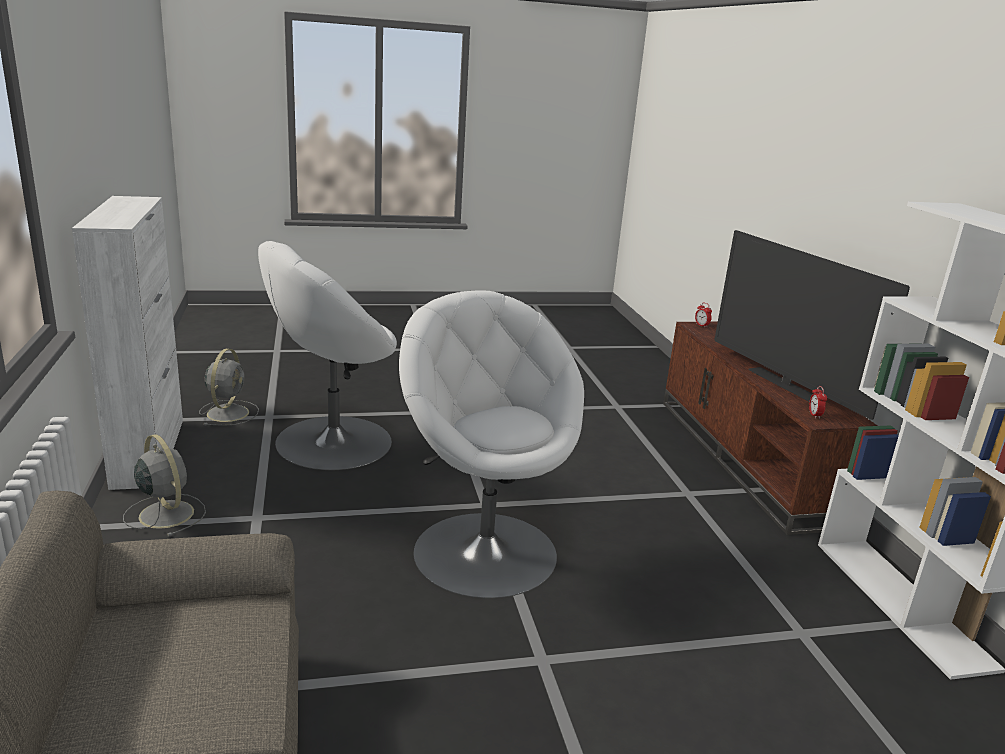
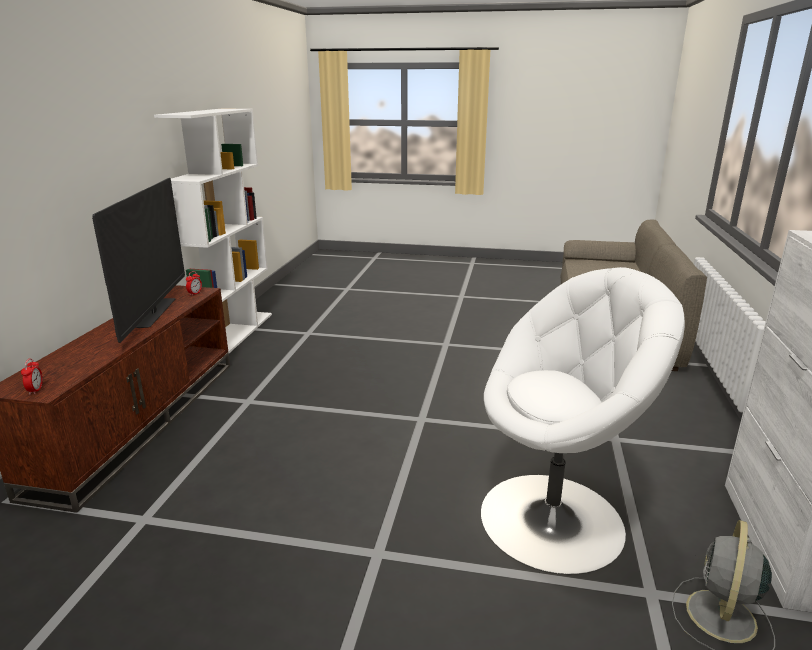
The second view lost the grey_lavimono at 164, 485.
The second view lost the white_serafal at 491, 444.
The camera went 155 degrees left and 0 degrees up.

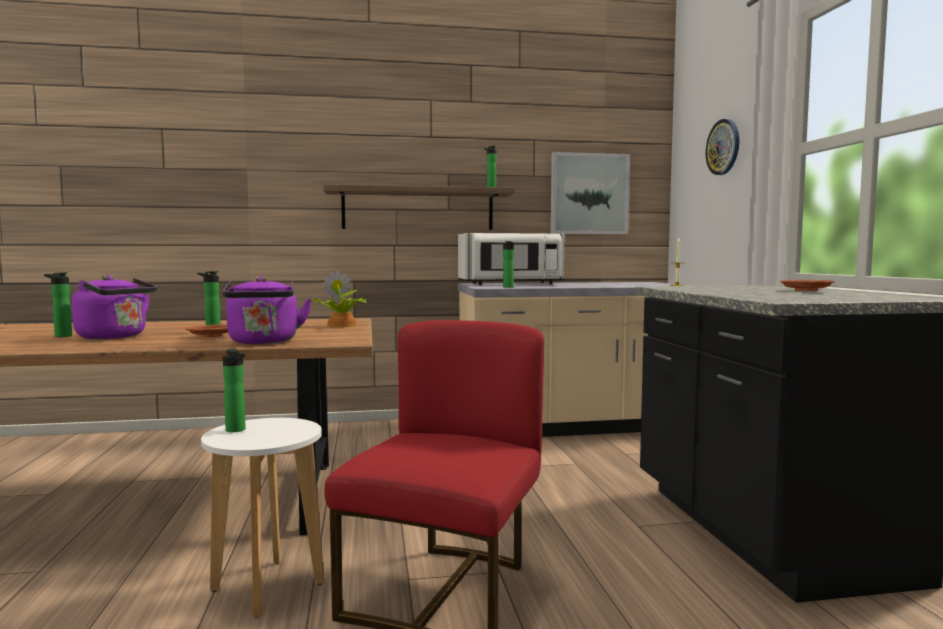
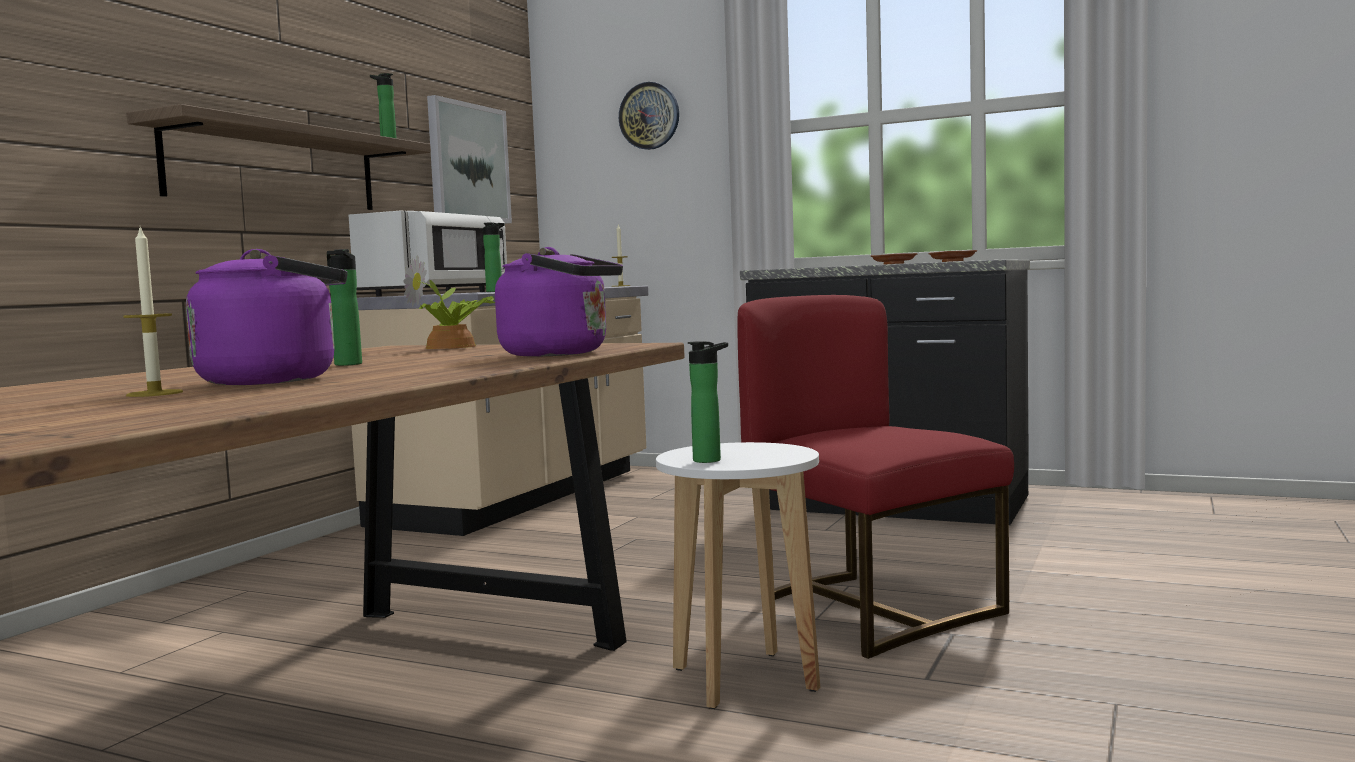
Where the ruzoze stood at 58, 304, the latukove came to stand at 153, 311.
The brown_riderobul ended up elsewhere, having gone from 207, 330 to 953, 256.
The camera went 55 degrees left and 0 degrees up.

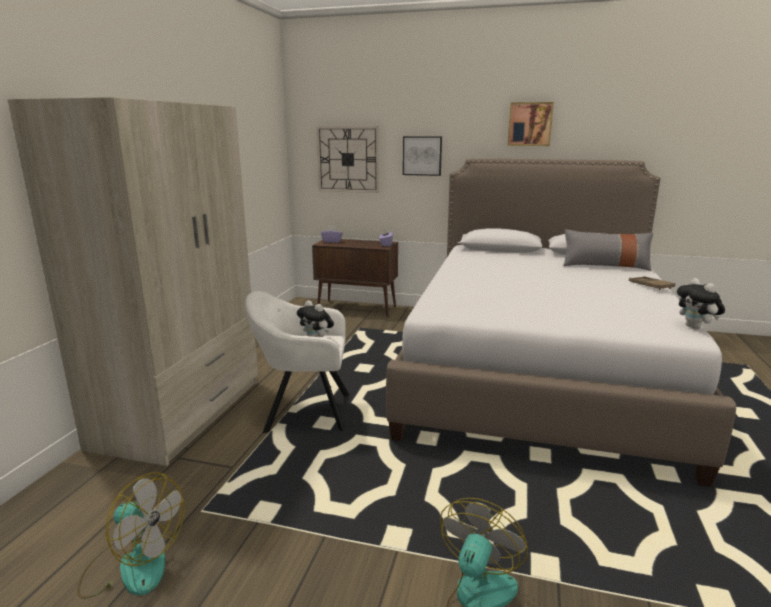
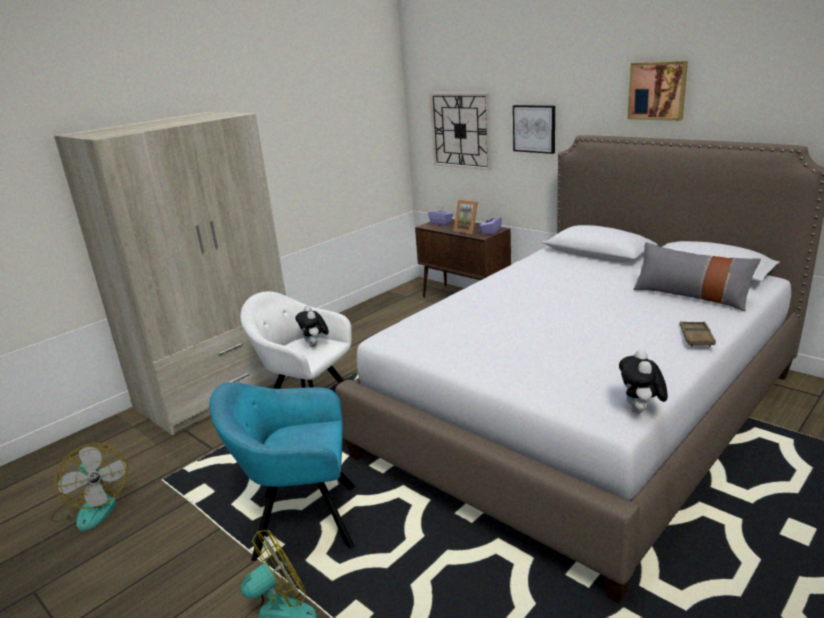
The second view gained the turquoise_serafal at 282, 471.
The second view gained the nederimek at 466, 217.
The camera went 30 degrees right and 5 degrees up.

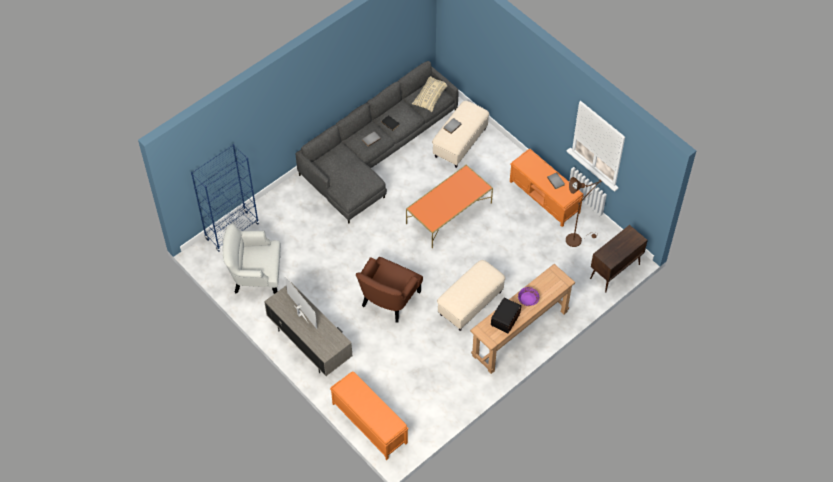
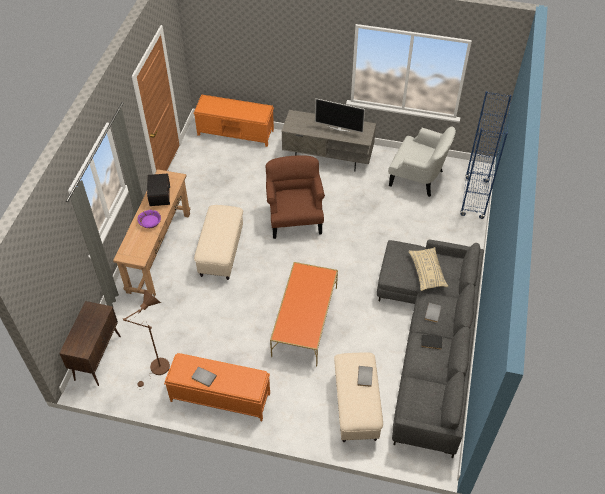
The white_serafal at 252, 259 ended up facing another way, 60 degrees clockwise from before.
The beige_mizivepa ended up elsewhere, having gone from 429, 94 to 428, 269.
The camera went 145 degrees right and 5 degrees down.

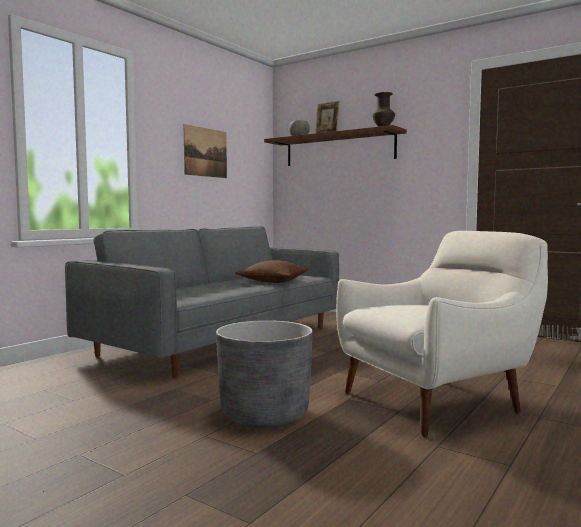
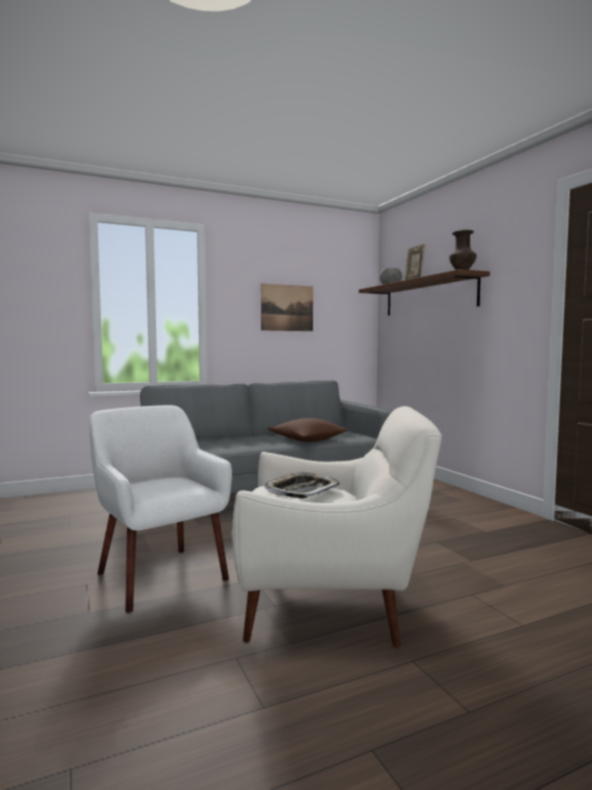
Where the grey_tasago stood at 264, 374, the white_serafal came to stand at 161, 509.
The second view gained the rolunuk at 302, 485.
The camera went 30 degrees right and 0 degrees up.

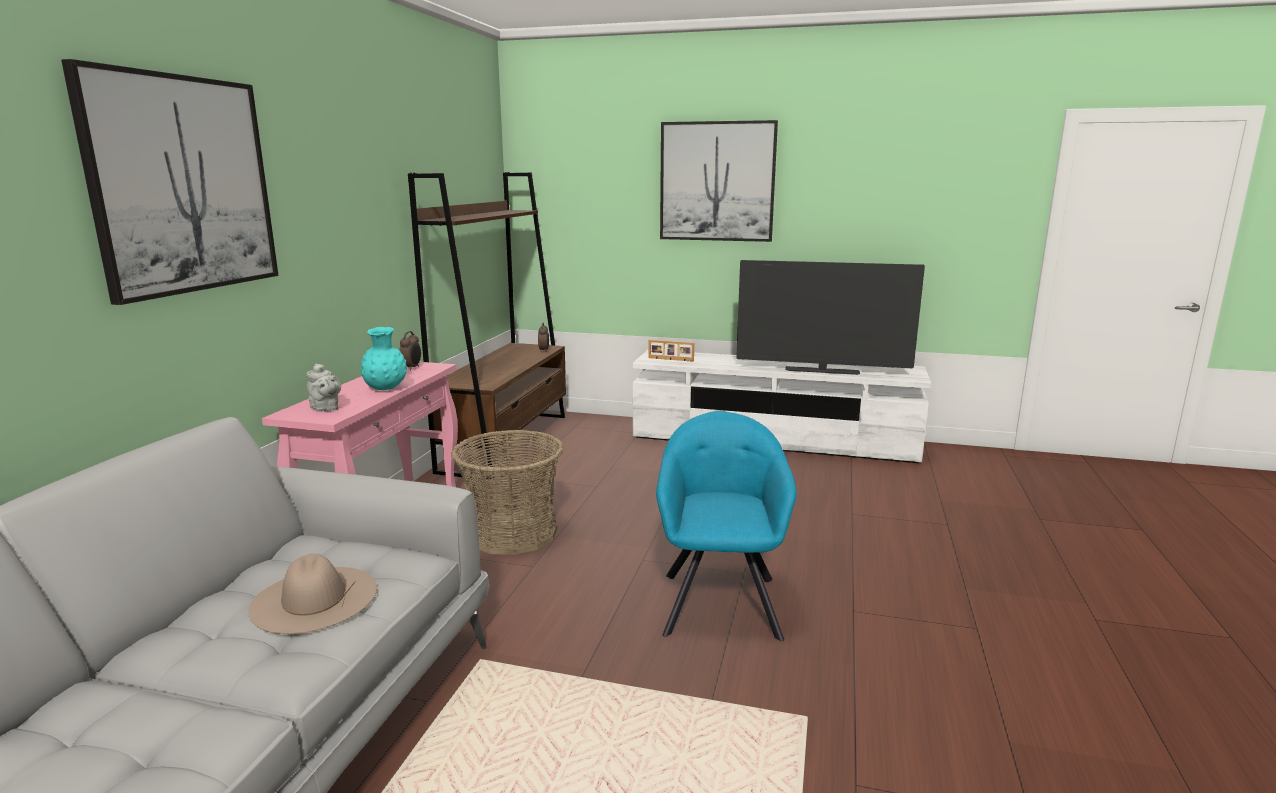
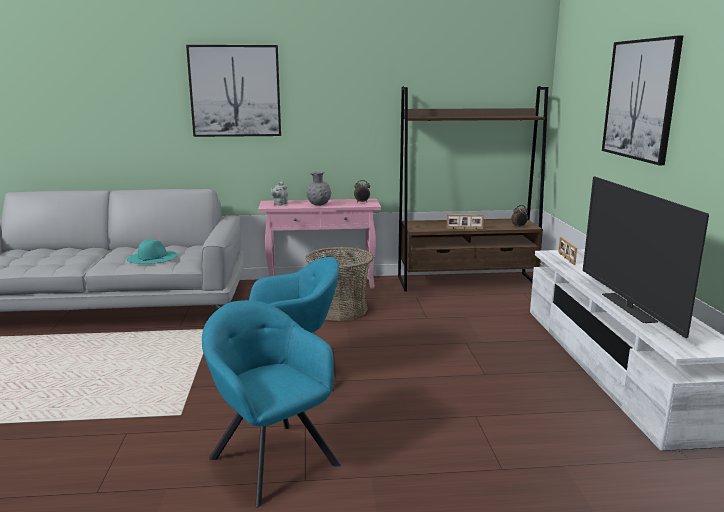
What was the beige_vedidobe at 312, 594 turned into the turquoise_vedidobe at 152, 251.
What was the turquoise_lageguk at 384, 358 turned into the grey_lageguk at 318, 188.
The second view gained the turquoise_serafal at 271, 403.
The second view gained the nederimek at 465, 221.
The camera went 70 degrees right and 0 degrees up.

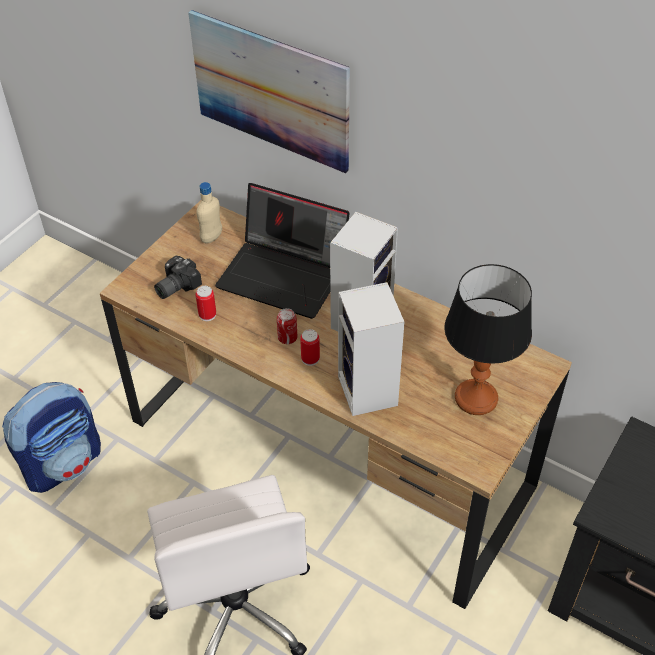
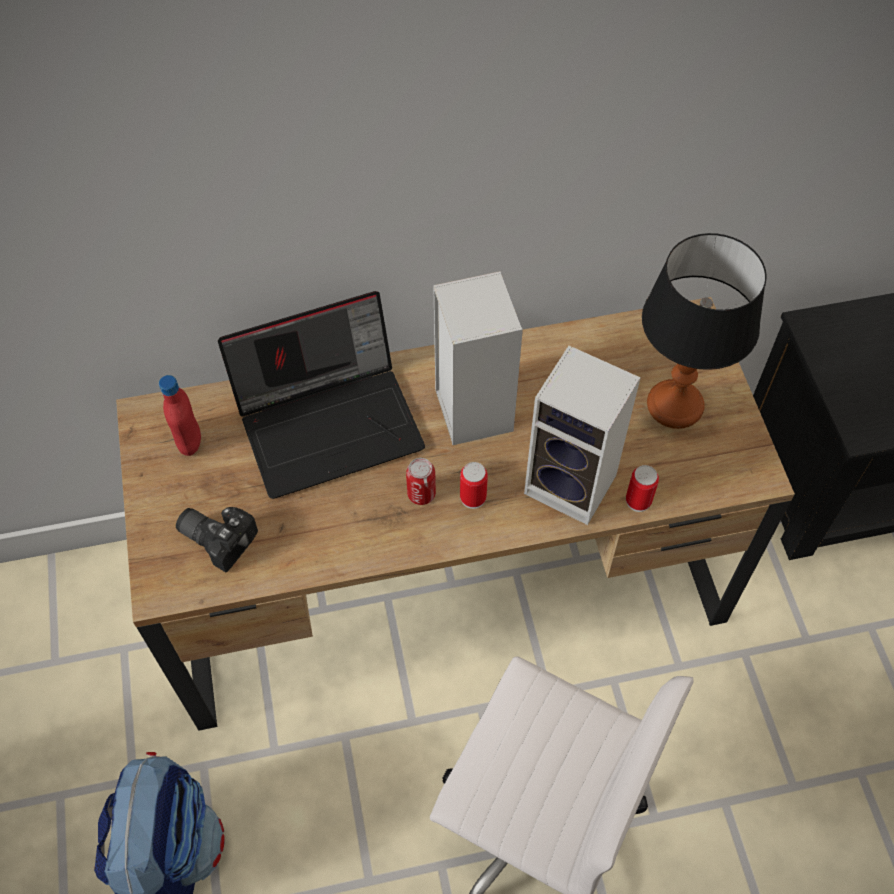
The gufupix at 178, 277 ended up facing another way, 120 degrees clockwise from before.
The second view lost the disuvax at 269, 91.
What was the beige_ruzoze at 209, 213 turned into the red_ruzoze at 180, 415.
The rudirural ended up elsewhere, having gone from 206, 303 to 642, 488.
The camera went 45 degrees left and 10 degrees up.

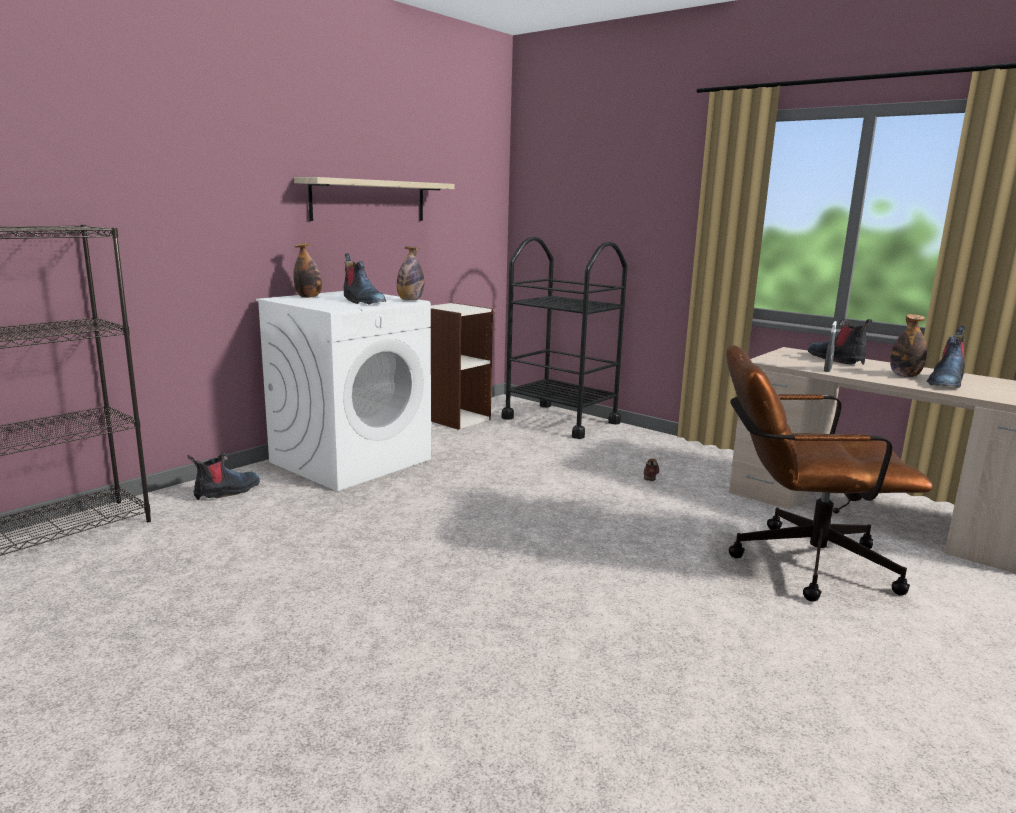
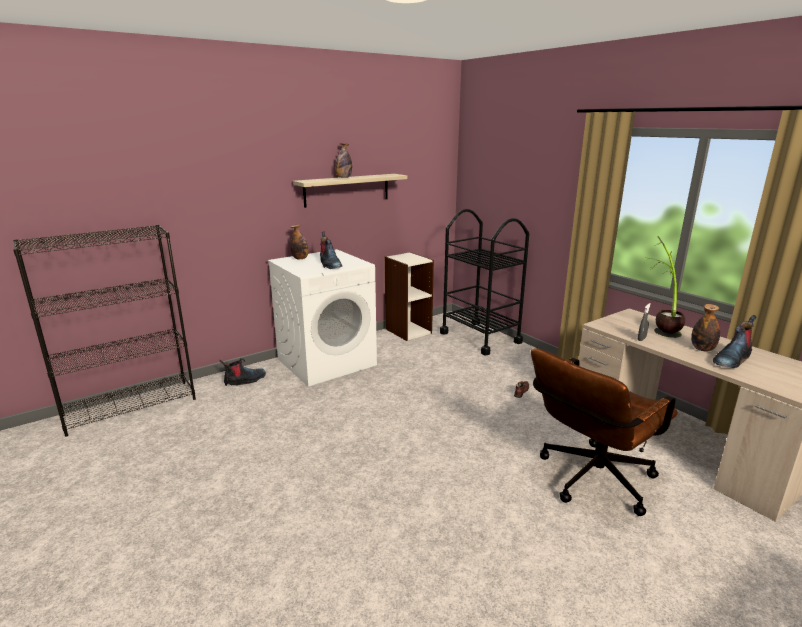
The ruzoze ended up elsewhere, having gone from 410, 274 to 343, 160.
The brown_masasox at 829, 473 ended up facing another way, 60 degrees counterclockwise from before.
Where the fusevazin stood at 840, 342, the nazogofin came to stand at 665, 287.
The camera went 15 degrees right and 5 degrees up.

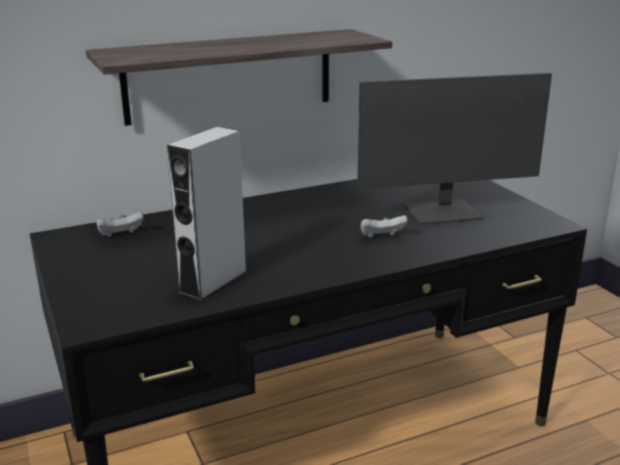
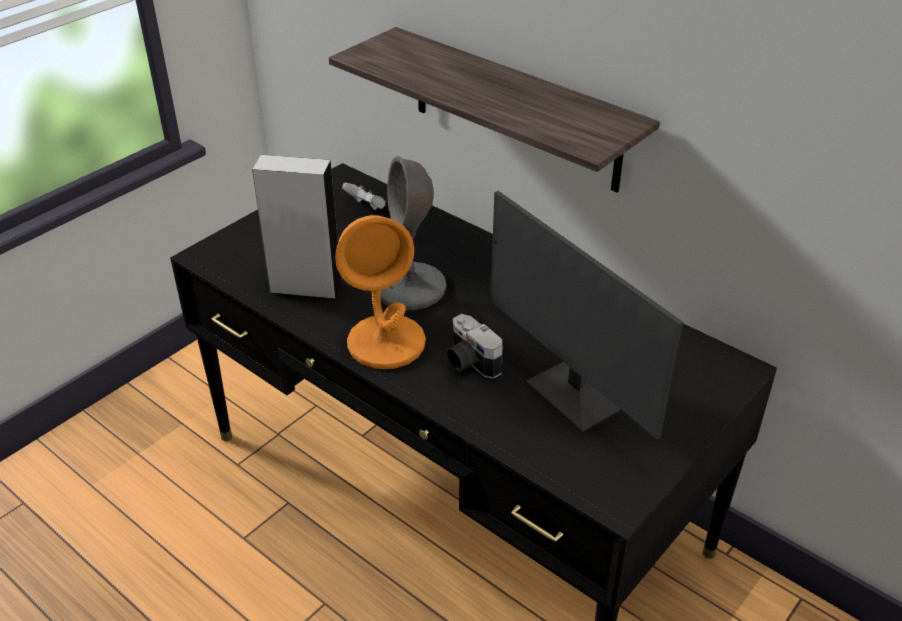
Where the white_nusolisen stood at 384, 226, the gufupix came to stand at 474, 346.
The second view gained the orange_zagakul at 380, 292.
The second view gained the grey_zagakul at 413, 233.
The camera went 65 degrees right and 15 degrees up.

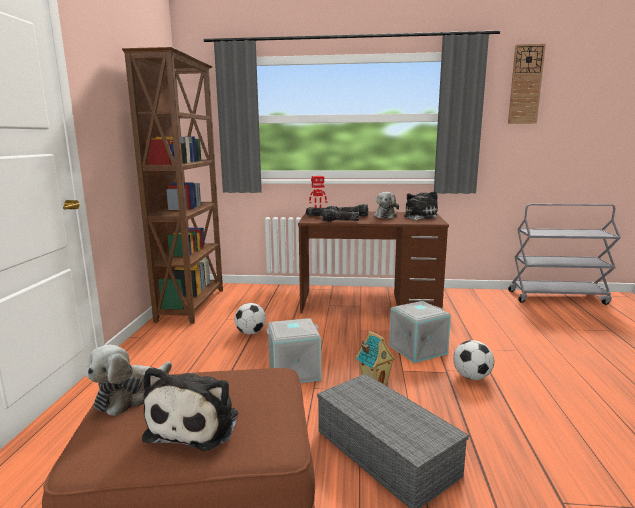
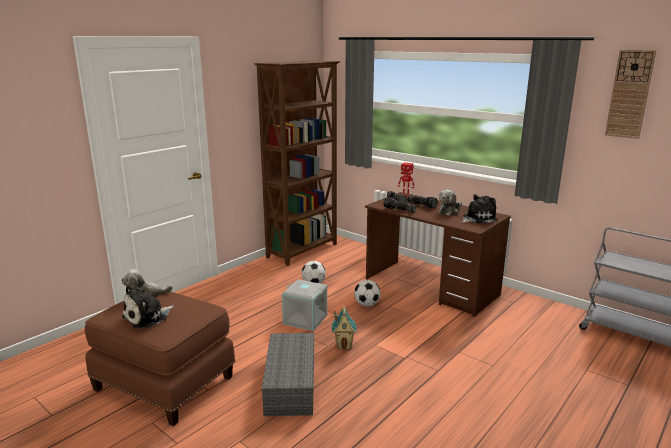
The second view lost the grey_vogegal at 420, 332.
The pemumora ended up elsewhere, having gone from 473, 360 to 367, 293.
The camera went 35 degrees right and 5 degrees up.

